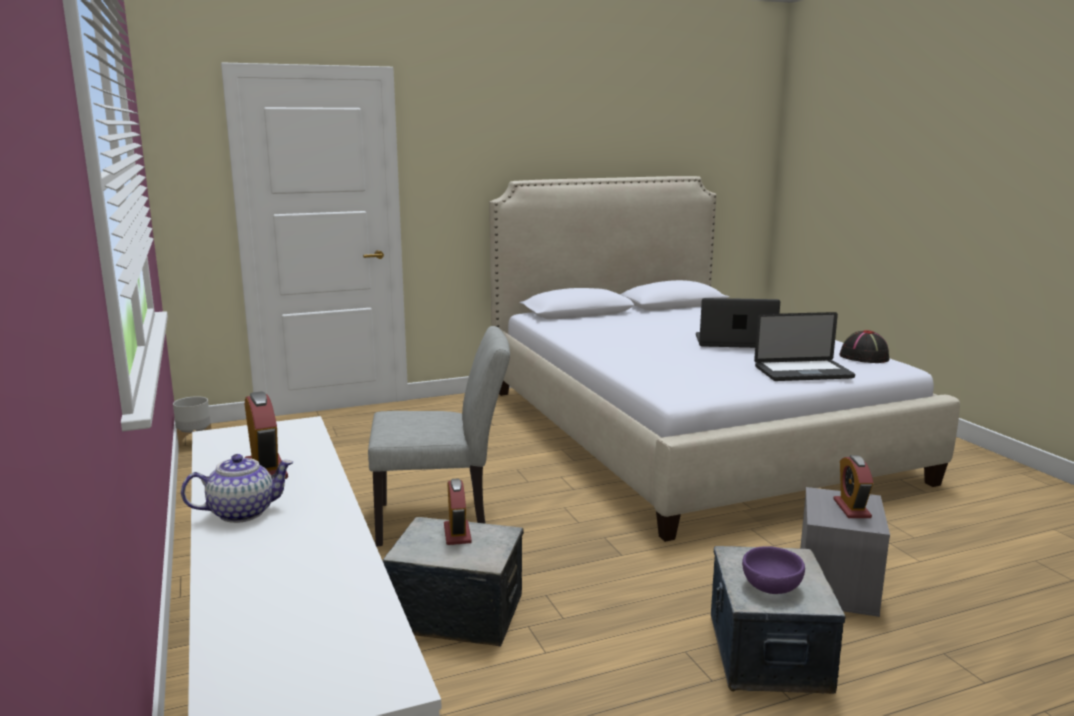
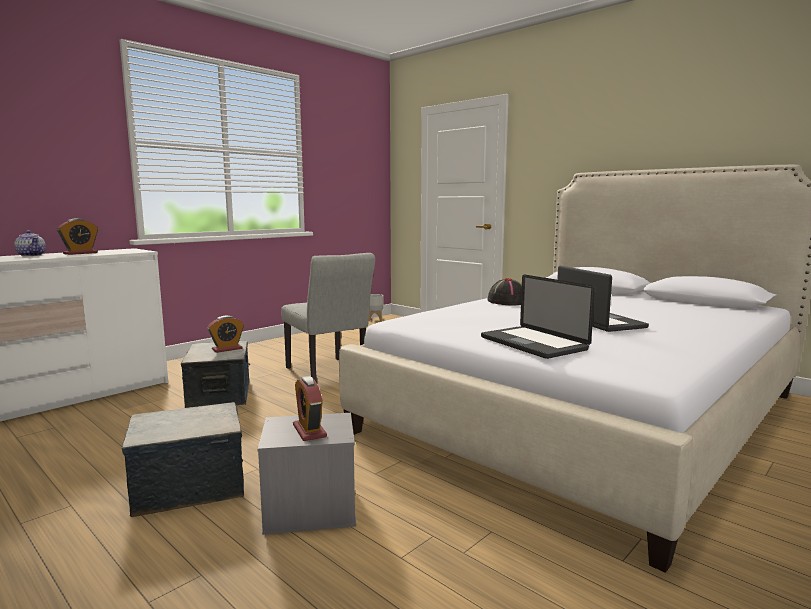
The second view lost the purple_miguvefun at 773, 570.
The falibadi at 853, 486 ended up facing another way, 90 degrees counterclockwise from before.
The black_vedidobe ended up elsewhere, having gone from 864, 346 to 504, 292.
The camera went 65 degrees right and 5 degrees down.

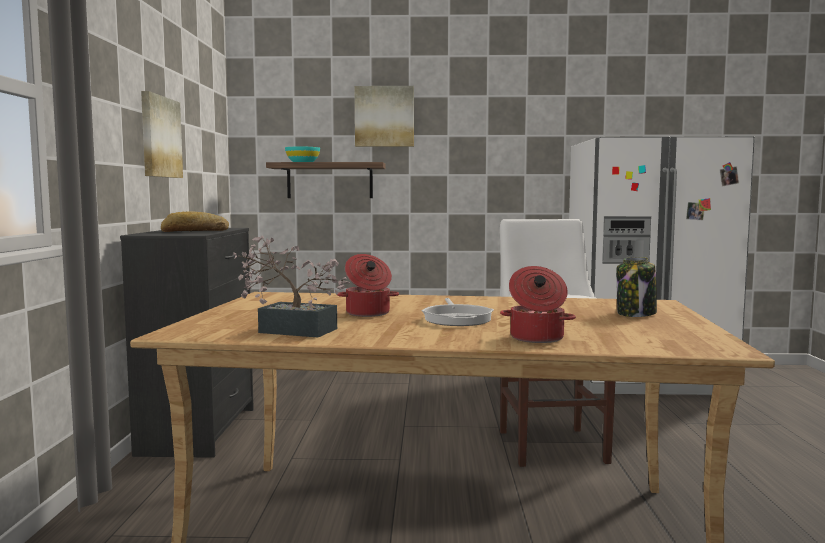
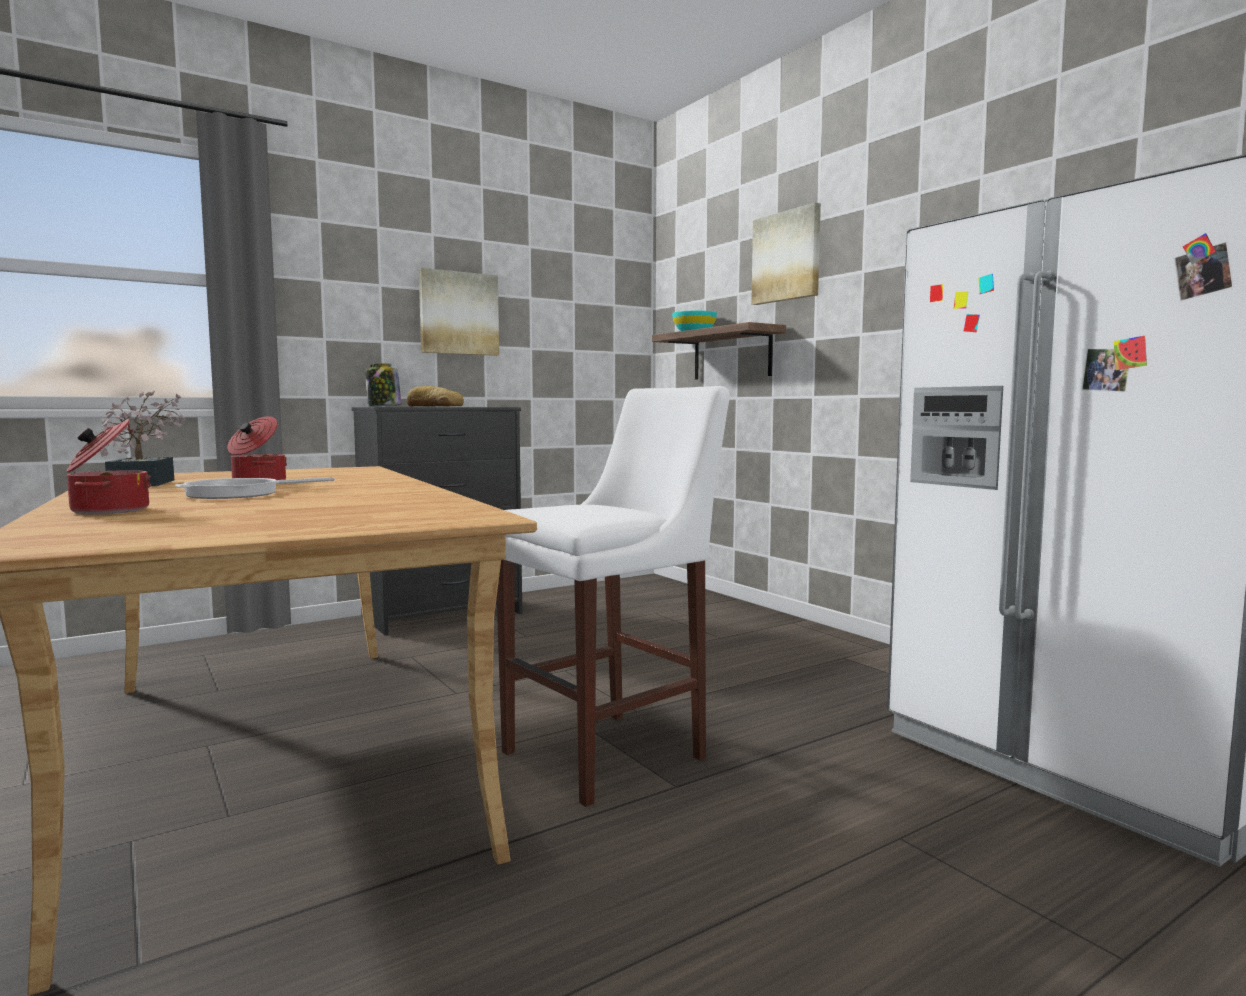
The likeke ended up elsewhere, having gone from 636, 287 to 383, 385.
The camera went 55 degrees right and 0 degrees up.

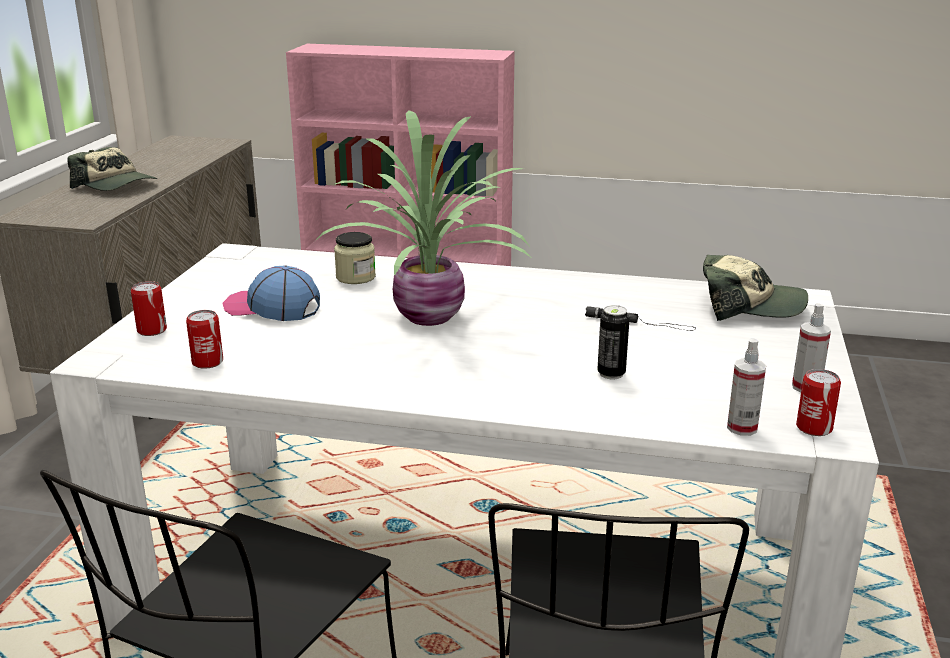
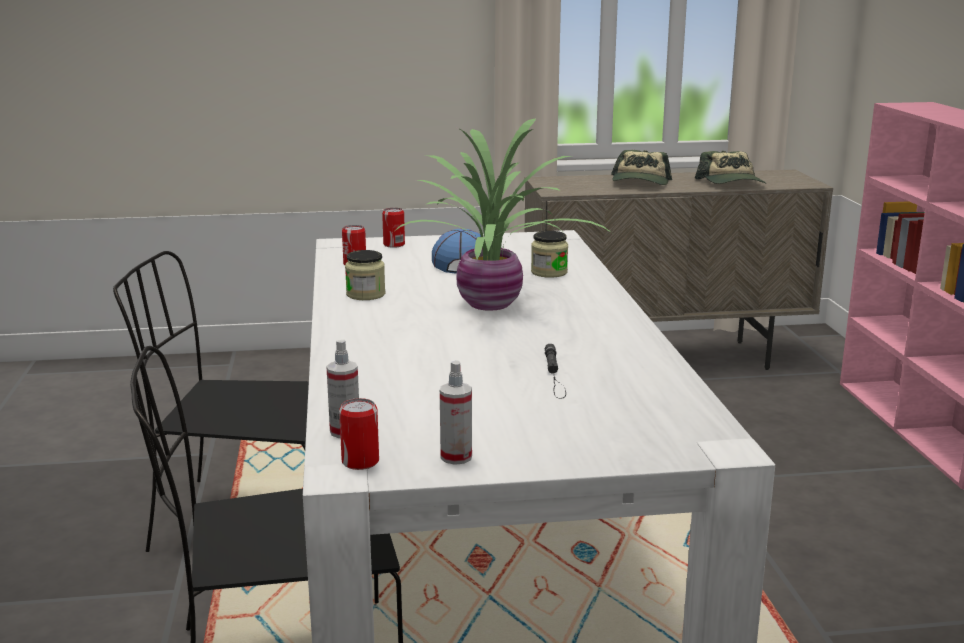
The second view lost the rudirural at 613, 342.
The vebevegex ended up elsewhere, having gone from 755, 288 to 730, 167.
The second view gained the likeke at 365, 275.
The camera went 70 degrees right and 5 degrees down.

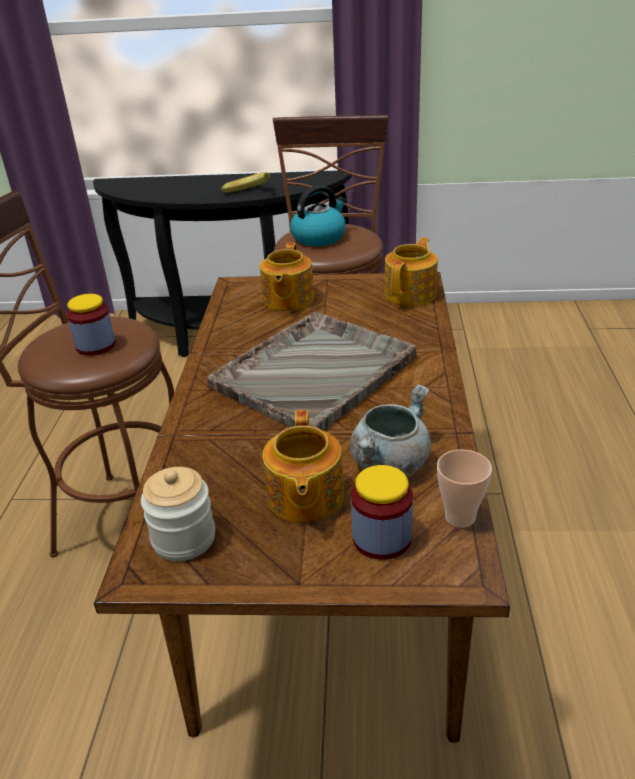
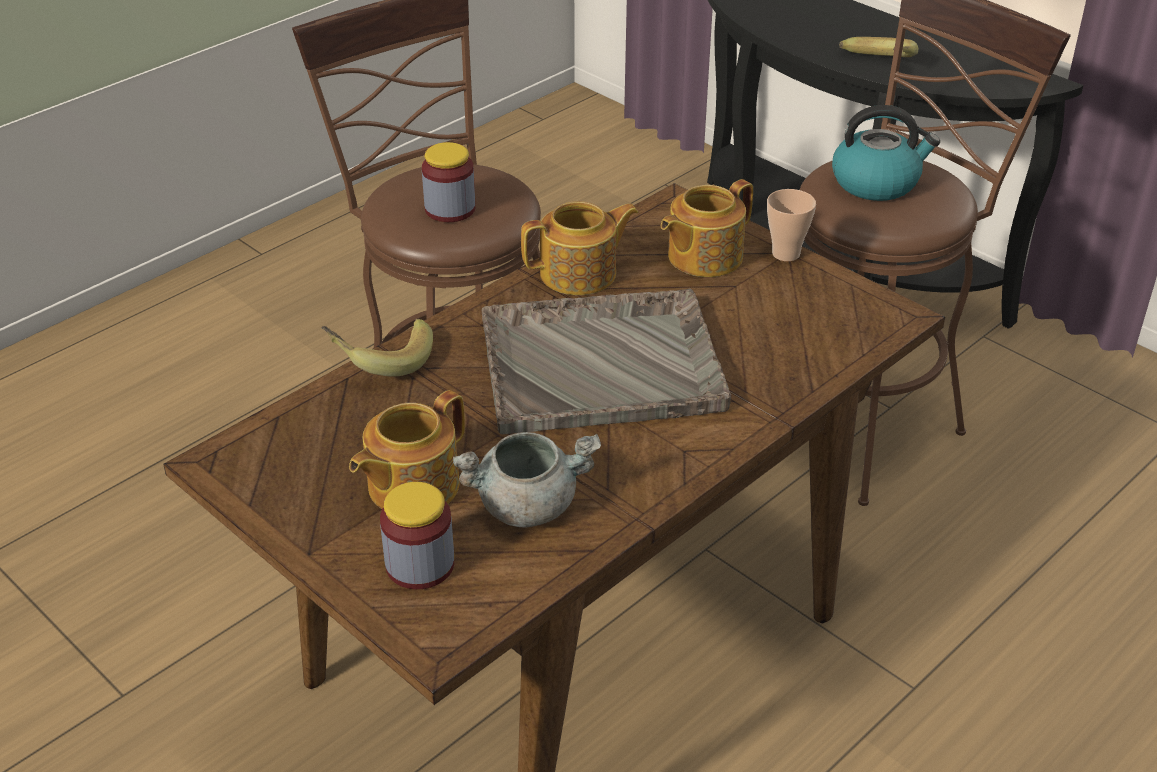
The second view lost the likeke at 178, 514.
The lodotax ended up elsewhere, having gone from 411, 271 to 580, 248.
The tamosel ended up elsewhere, having gone from 464, 488 to 791, 225.
The second view gained the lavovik at 377, 347.
The camera went 40 degrees right and 5 degrees up.

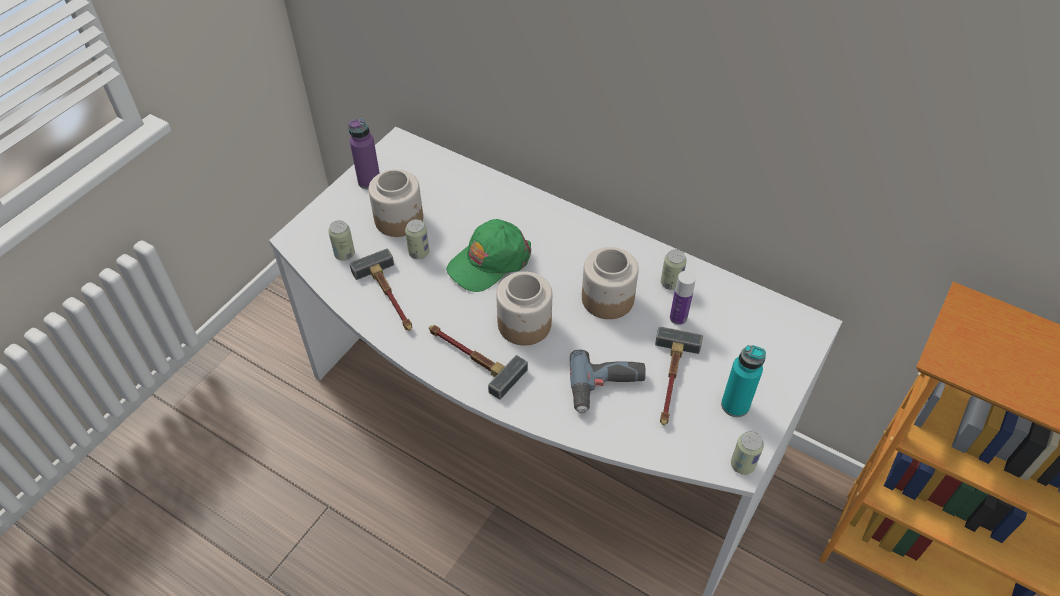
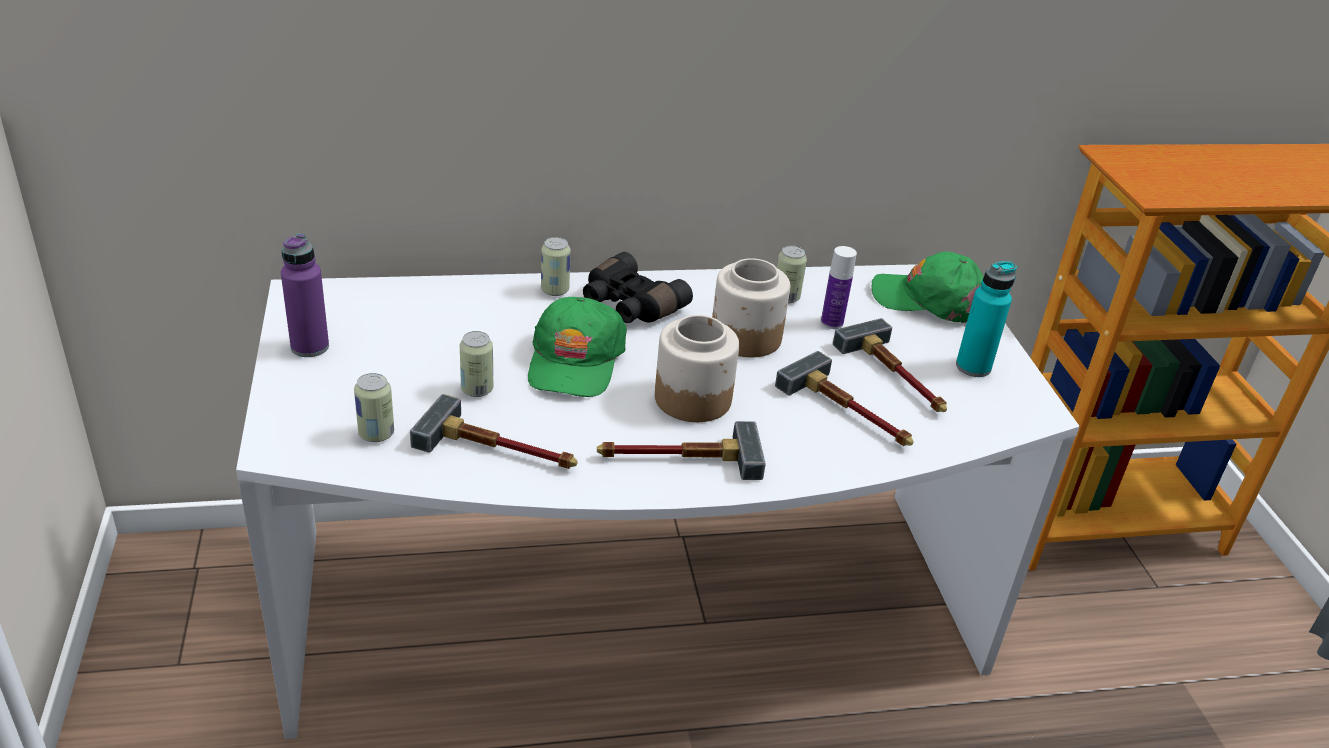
The second view lost the likeke at 396, 203.
Where the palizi stood at 608, 381, the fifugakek came to stand at 844, 398.
The rudirural ended up elsewhere, having gone from 747, 453 to 556, 266.
The second view gained the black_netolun at 638, 287.
The second view gained the green_vebevegex at 928, 287.
The camera went 45 degrees left and 15 degrees down.

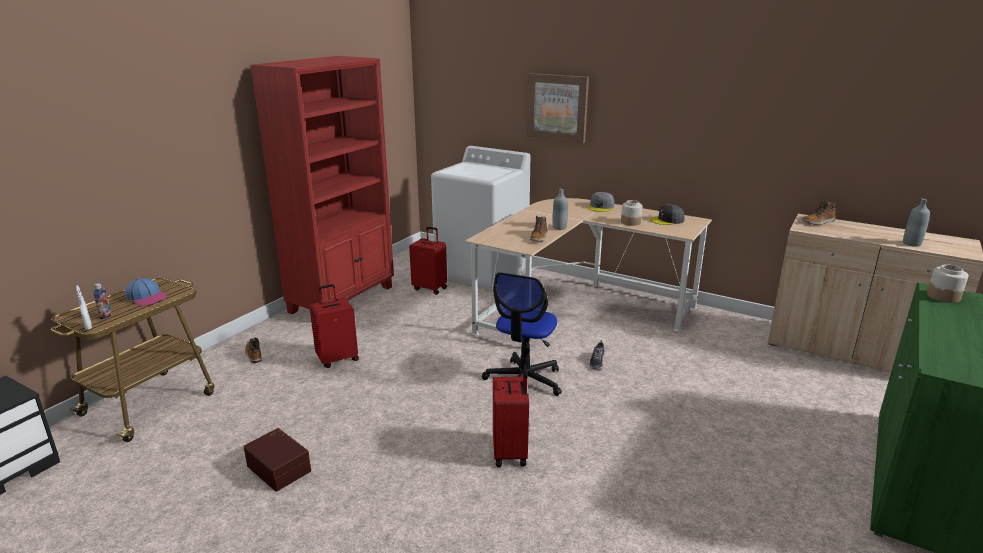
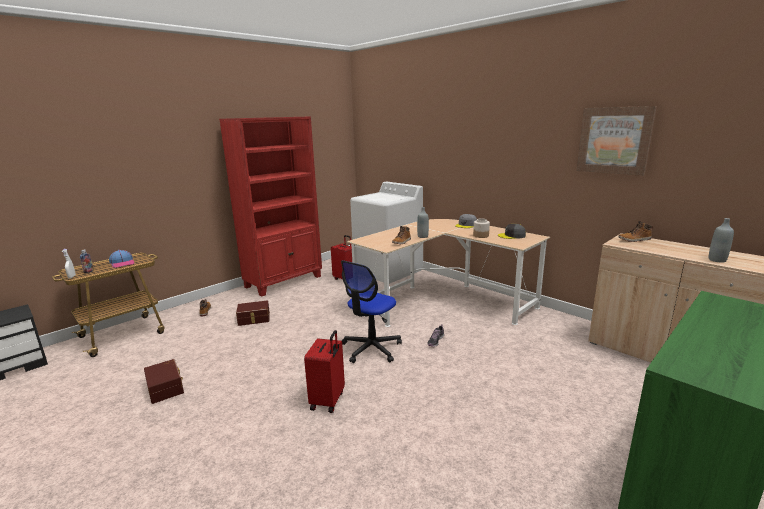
Where the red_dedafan stood at 334, 326, the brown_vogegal came to stand at 253, 313.
The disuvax ended up elsewhere, having gone from 558, 108 to 616, 141.
The second view lost the likeke at 947, 283.
The camera went 15 degrees right and 5 degrees down.

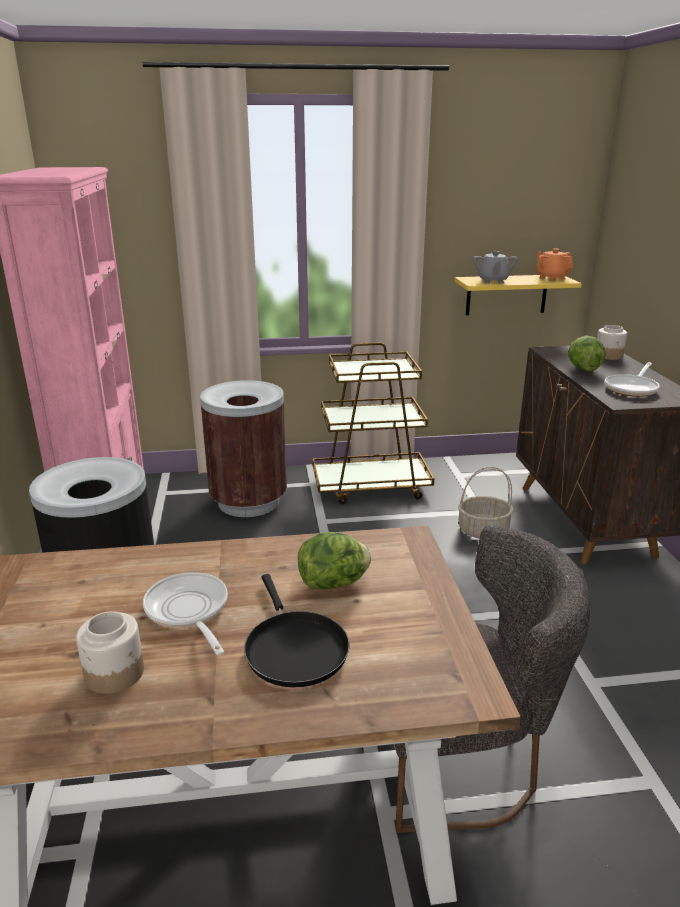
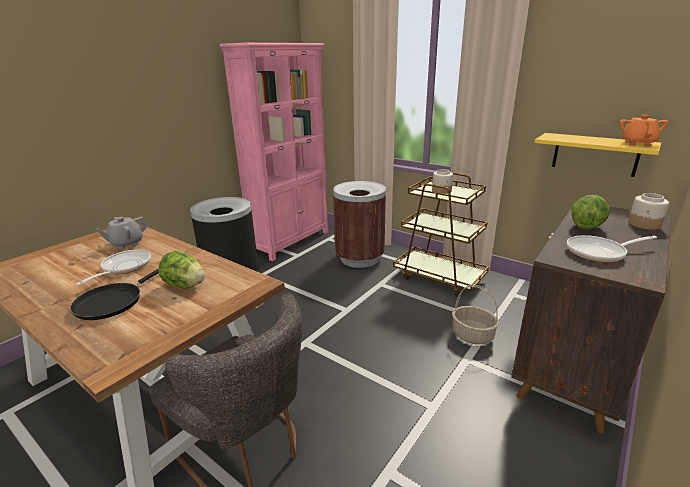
The likeke ended up elsewhere, having gone from 110, 652 to 442, 181.
The grey_lodotax ended up elsewhere, having gone from 495, 267 to 121, 233.
The camera went 45 degrees right and 0 degrees up.

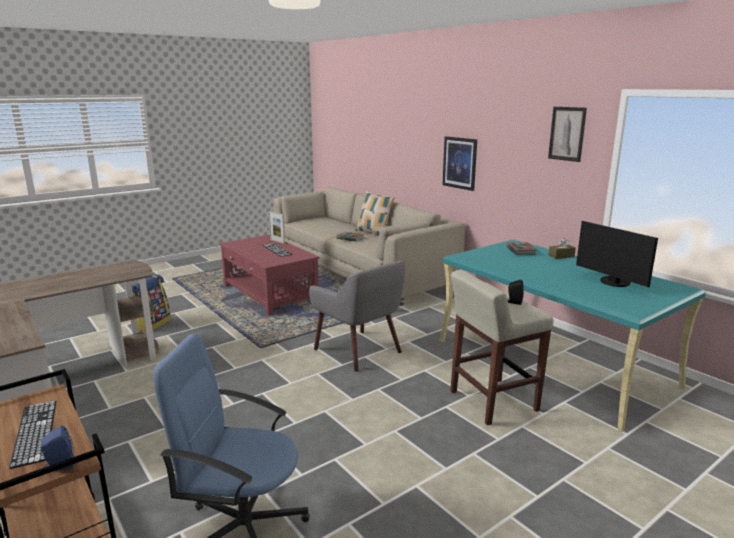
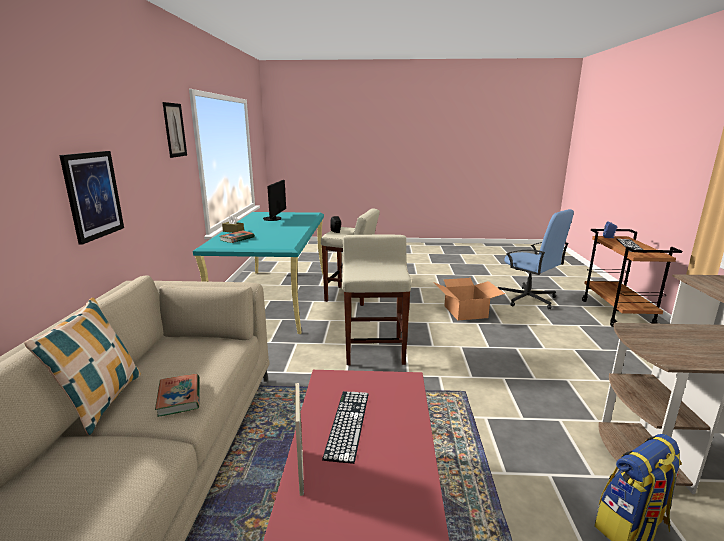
Where the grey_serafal stood at 357, 316, the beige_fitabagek came to stand at 376, 300.
The second view gained the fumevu at 469, 299.
The camera went 140 degrees left and 0 degrees up.

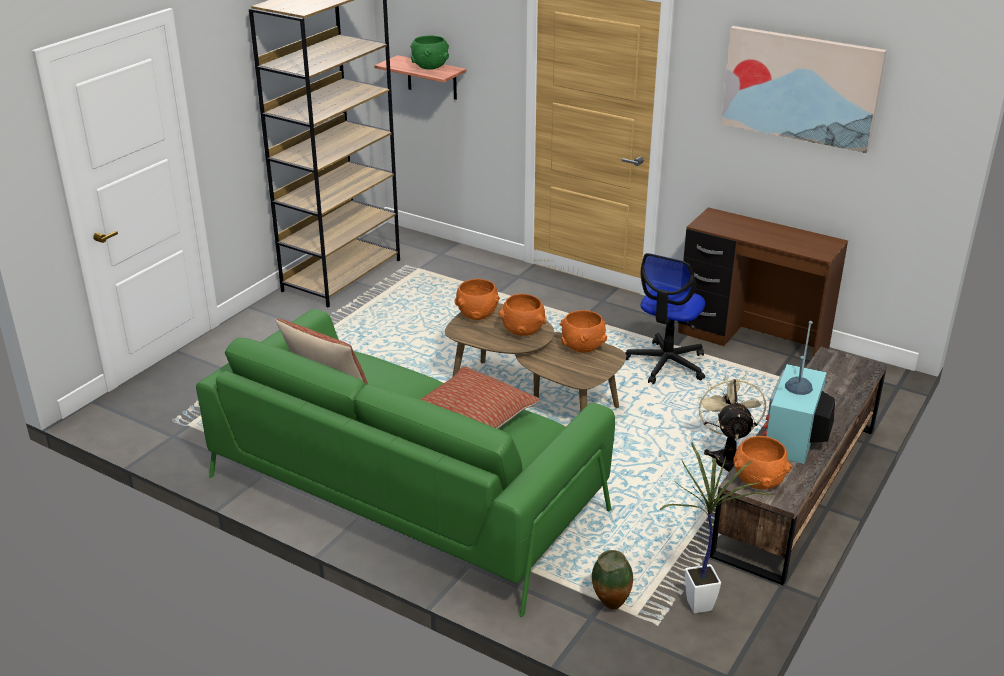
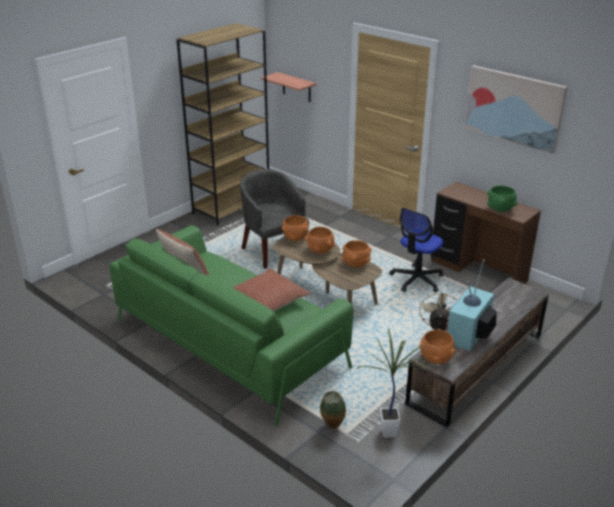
The green_miguvefun ended up elsewhere, having gone from 429, 53 to 502, 199.
The second view gained the grey_serafal at 274, 219.
The camera went 10 degrees right and 0 degrees up.

